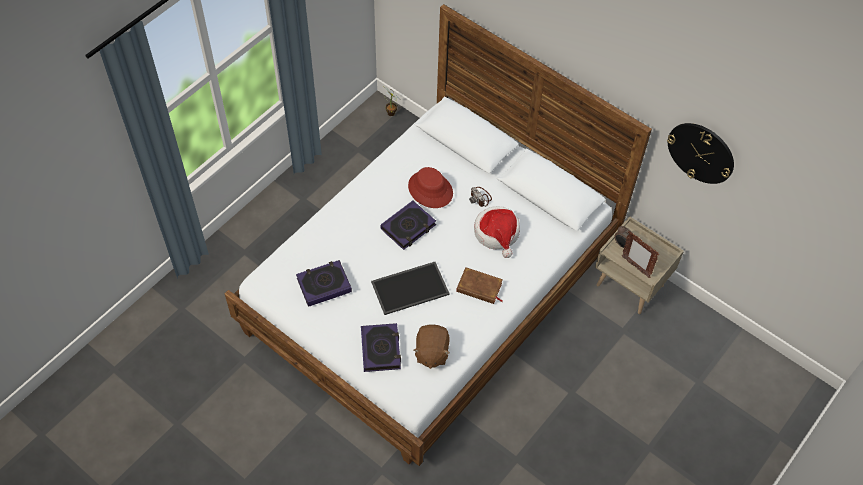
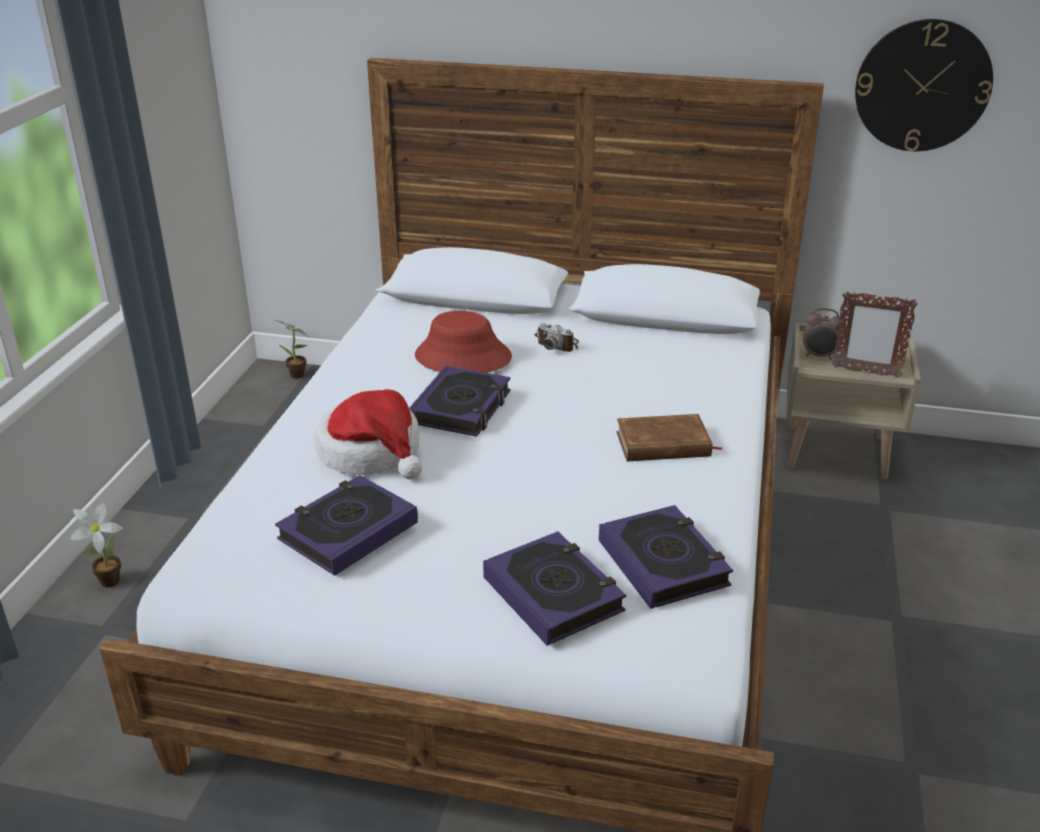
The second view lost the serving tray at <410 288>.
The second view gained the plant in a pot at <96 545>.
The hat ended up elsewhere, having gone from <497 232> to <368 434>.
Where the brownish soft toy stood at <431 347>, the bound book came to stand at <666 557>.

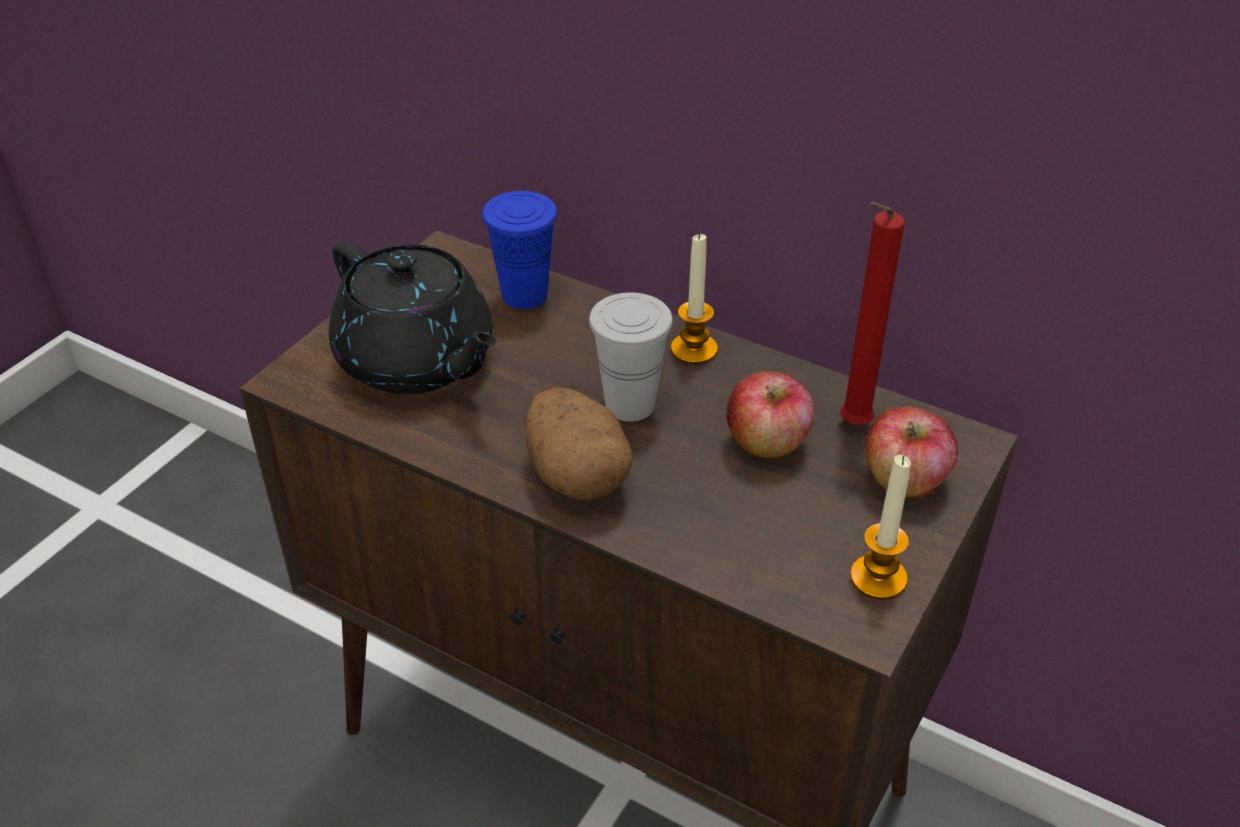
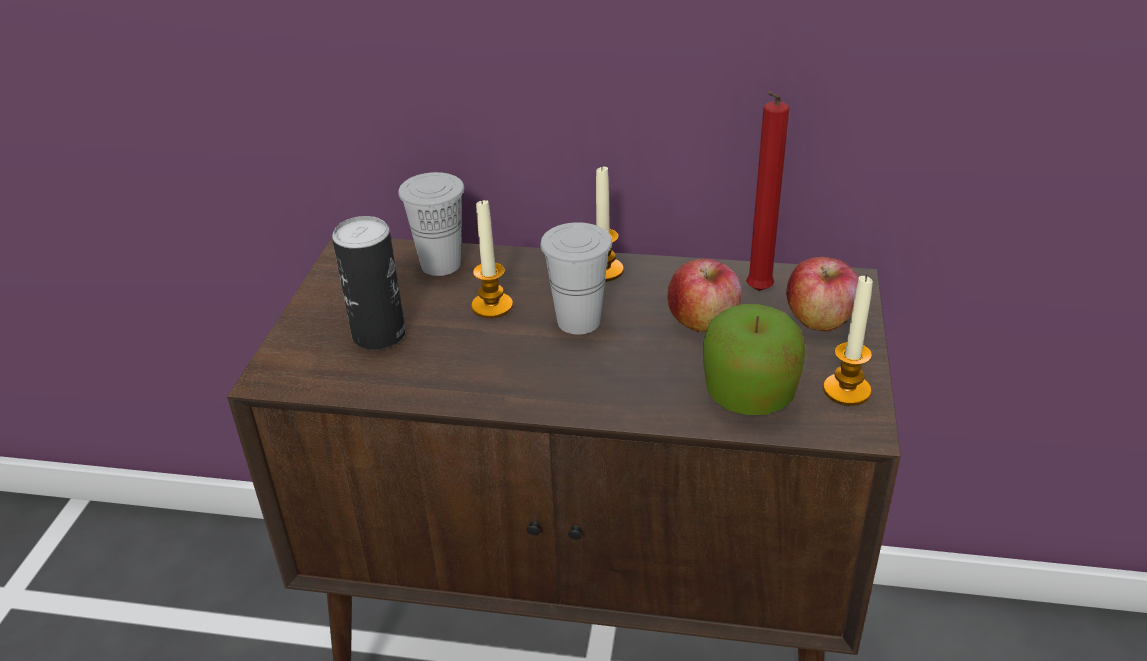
The second view lost the whole potato at <579 444>.
The second view gained the candle at <492 258>.
The second view gained the apple at <754 359>.
Where the blackish pot for tea stood at <413 318>, the sealed can came to stand at <369 283>.
What was the bluish small cup at <519 250> turned into the whitish small cup at <431 224>.

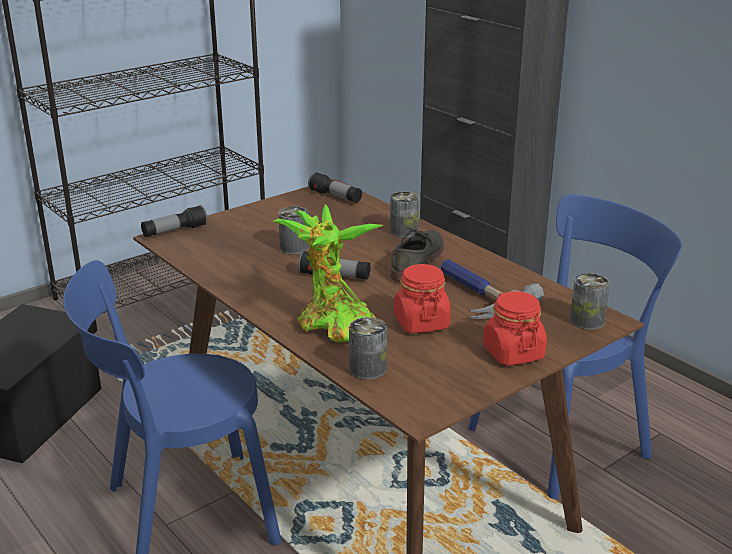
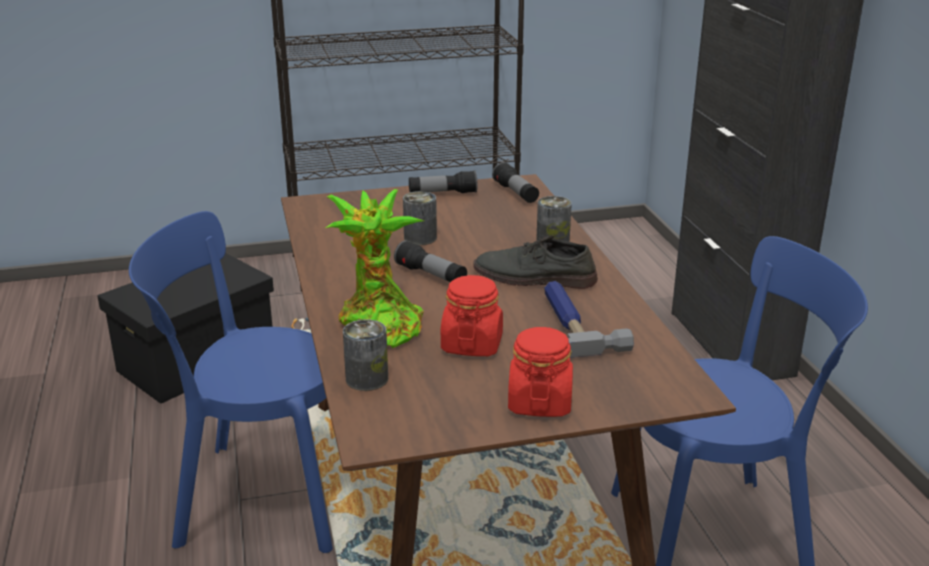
The second view lost the sealed can at <590 301>.
The hand torch ended up elsewhere, having gone from <174 221> to <443 181>.
The grey low shoe at <417 255> ended up facing another way, 120 degrees counterclockwise from before.

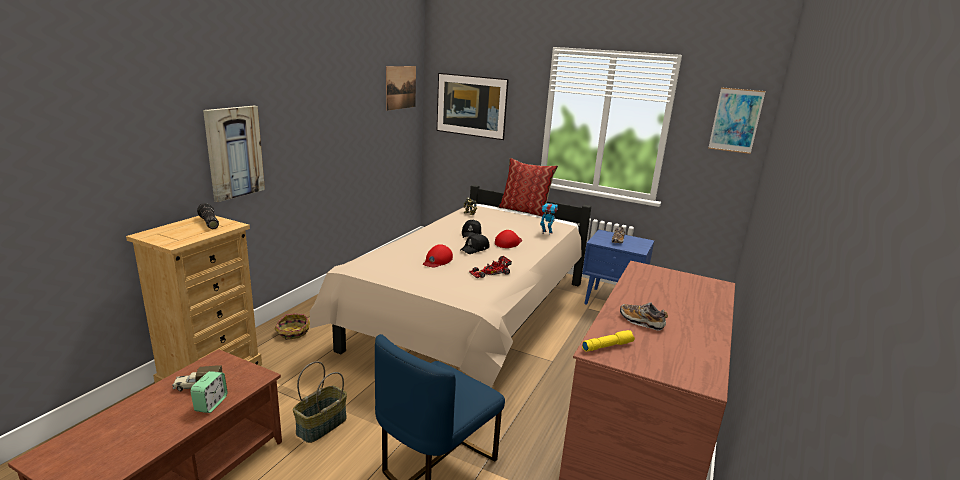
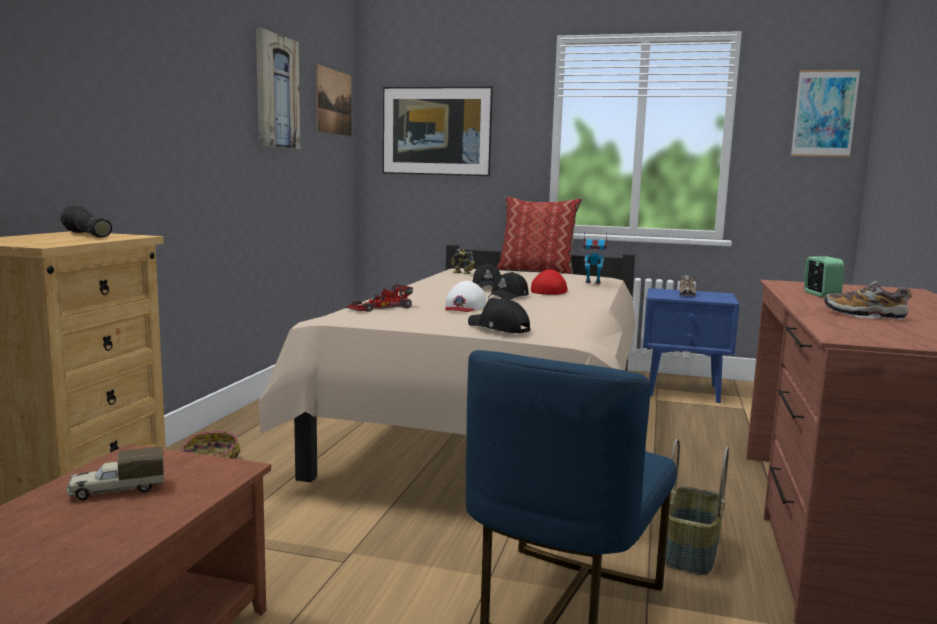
The second view lost the yellow hand torch at <608 340>.
The second view gained the blackish peaked cap at <499 315>.
The bedside clock ended up elsewhere, having gone from <209 392> to <824 276>.
The picture ended up elsewhere, having gone from <234 154> to <278 88>.
The household basket ended up elsewhere, having gone from <320 402> to <697 506>.
The model car ended up elsewhere, having gone from <490 267> to <379 298>.
What was the red-coloured peaked cap at <438 255> turned into the whitish peaked cap at <465 296>.

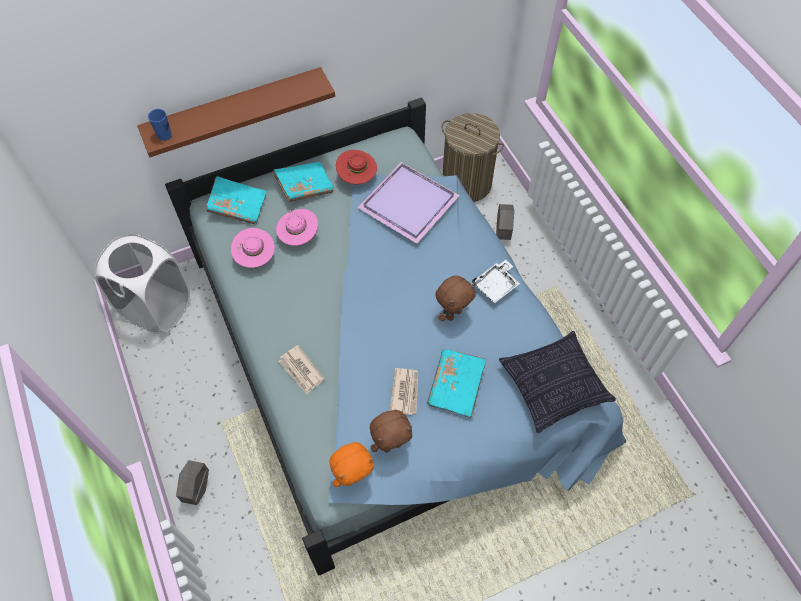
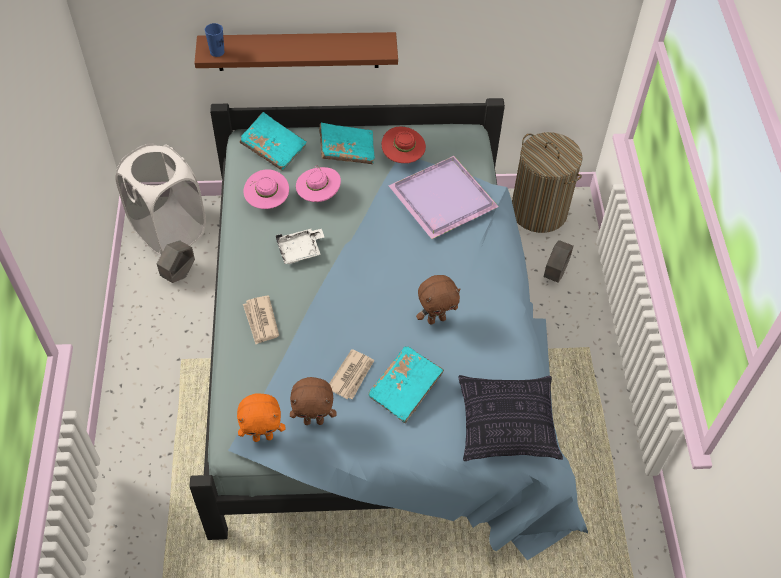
The grey planter ended up elsewhere, having gone from <192 482> to <176 261>.
The whitish serving tray ended up elsewhere, having gone from <496 282> to <300 246>.

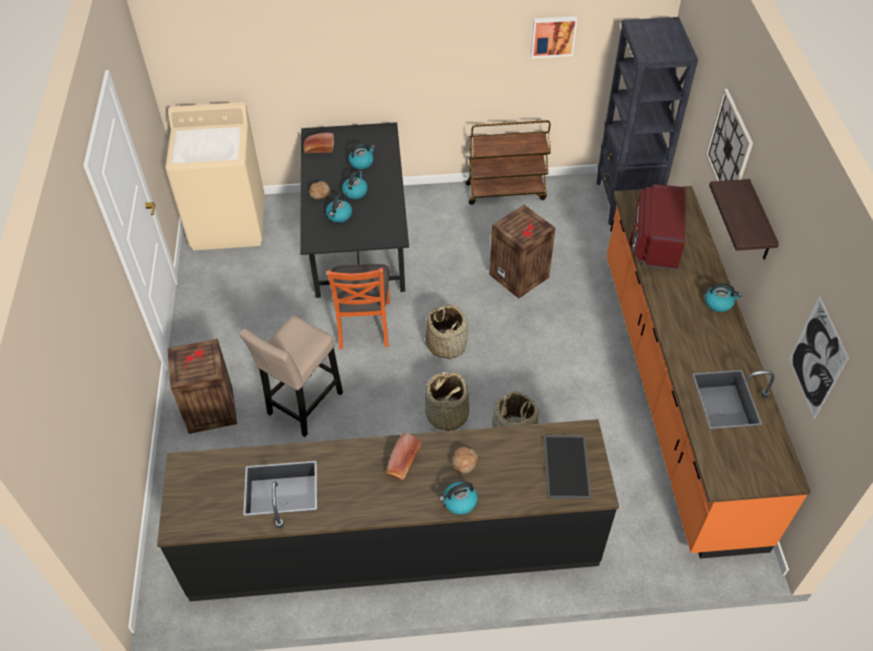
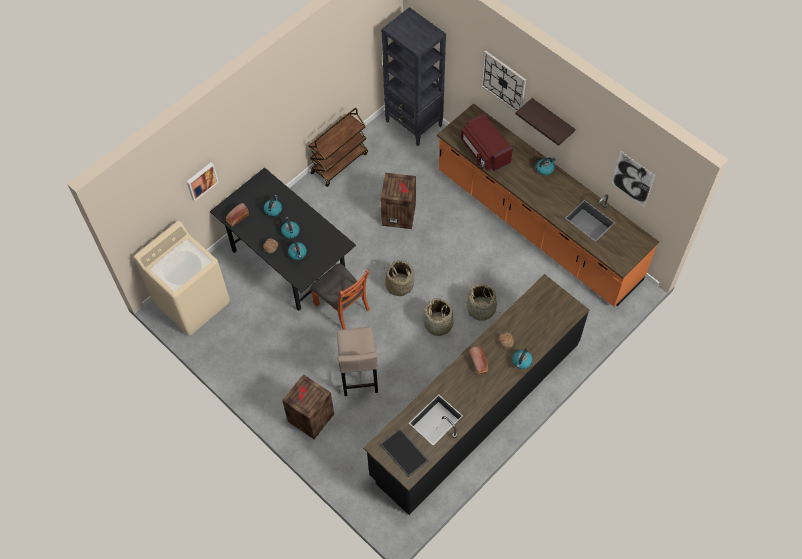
The picture ended up elsewhere, having gone from <554 37> to <202 181>.
The serving tray ended up elsewhere, having gone from <567 467> to <404 452>.

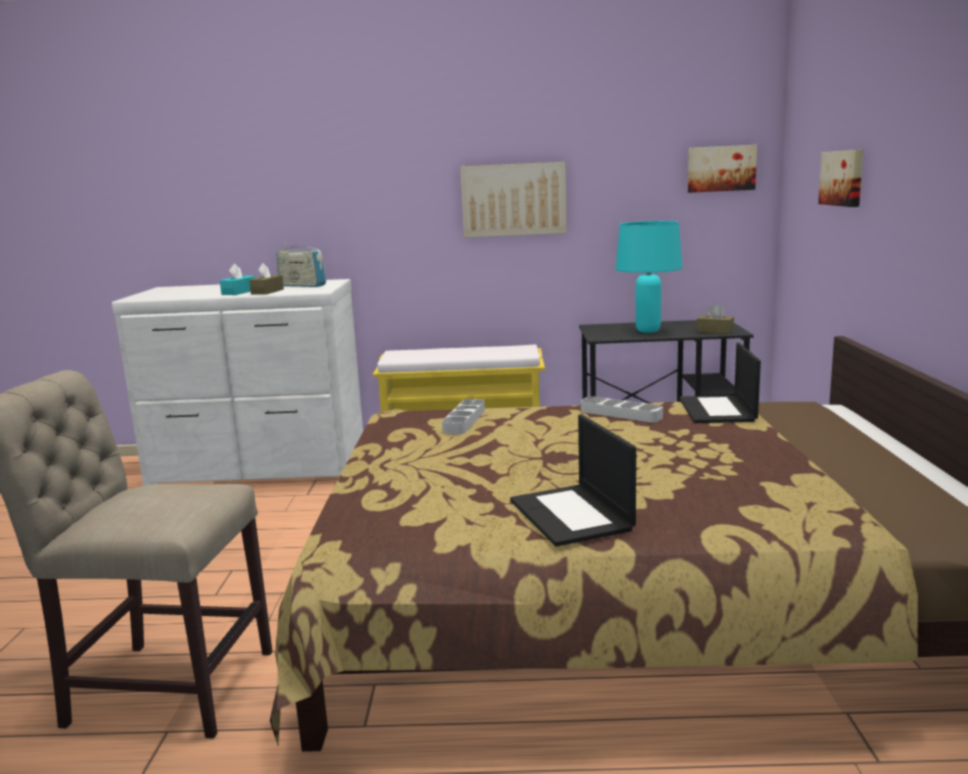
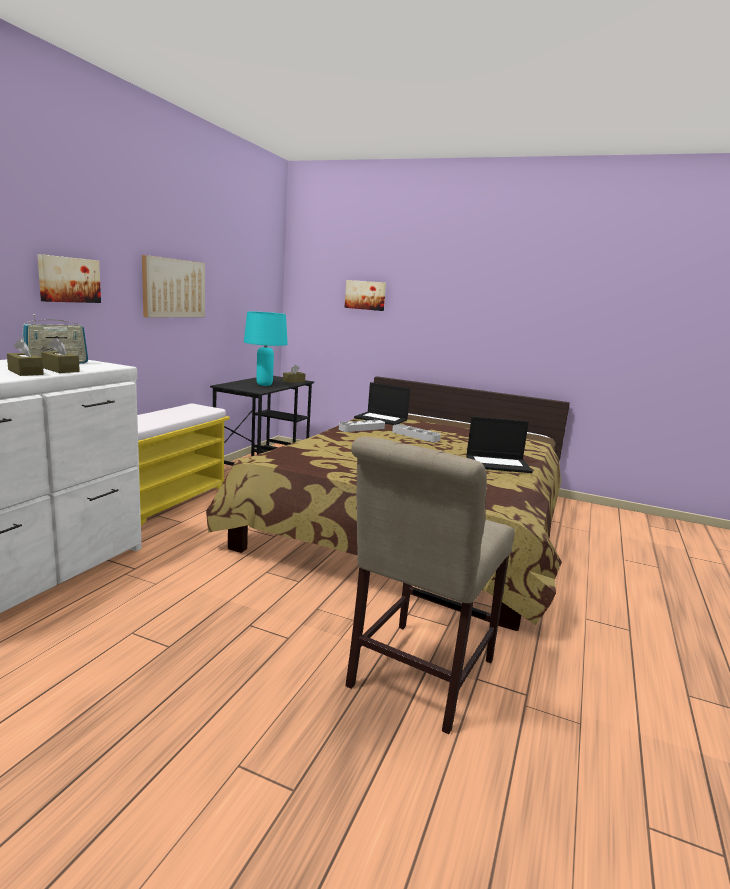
The grey serving tray ended up elsewhere, having gone from <463 417> to <416 433>.
The picture ended up elsewhere, having gone from <722 169> to <69 278>.
What was the turquoise-coloured tissue holder at <237 279> turned into the brownish tissue holder at <25 357>.

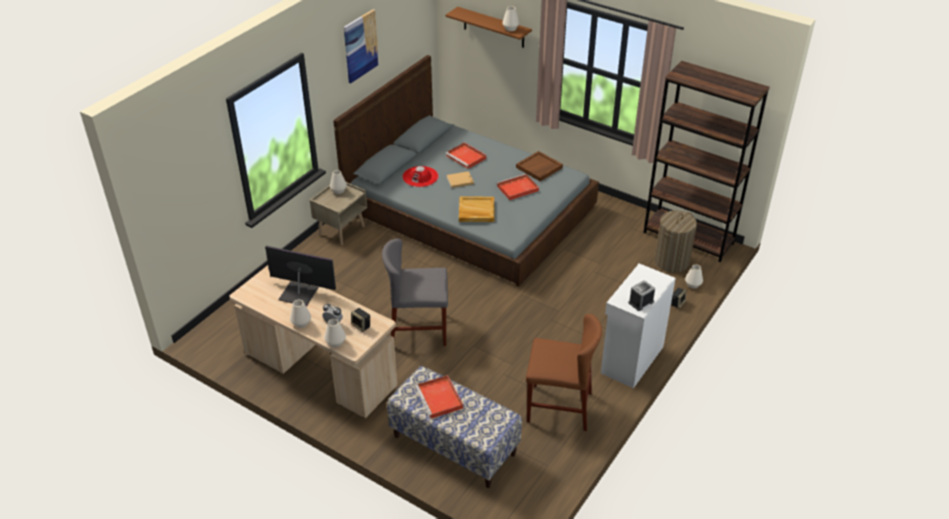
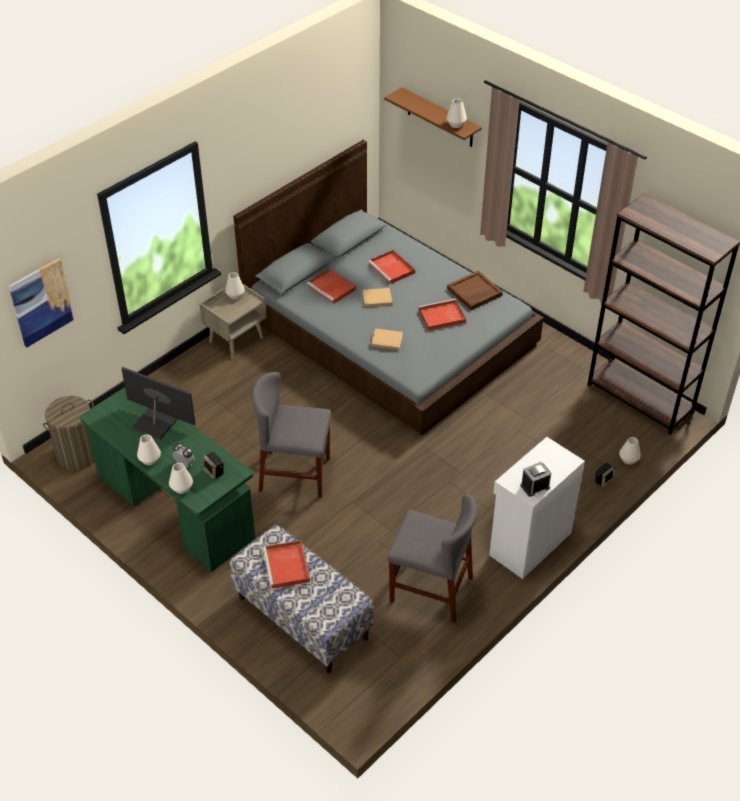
The picture ended up elsewhere, having gone from <361 46> to <42 303>.
The hamper ended up elsewhere, having gone from <675 242> to <68 433>.
Where the red-coloured hat stood at <420 176>, the red-coloured serving tray came to stand at <331 286>.
Where the sand-coloured serving tray stood at <476 209>, the sand-coloured bound book came to stand at <387 339>.
What was the sand-coloured desk unit at <313 341> turned into the green-coloured desk unit at <168 479>.
What was the brownish chair at <564 372> turned into the grey chair at <432 558>.

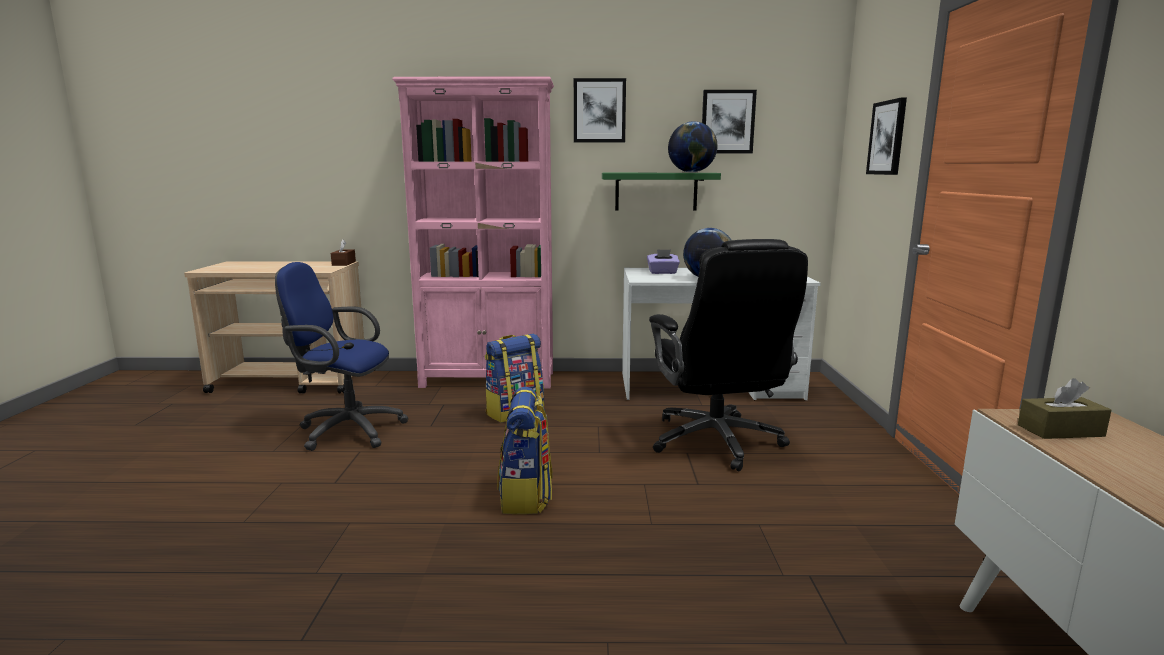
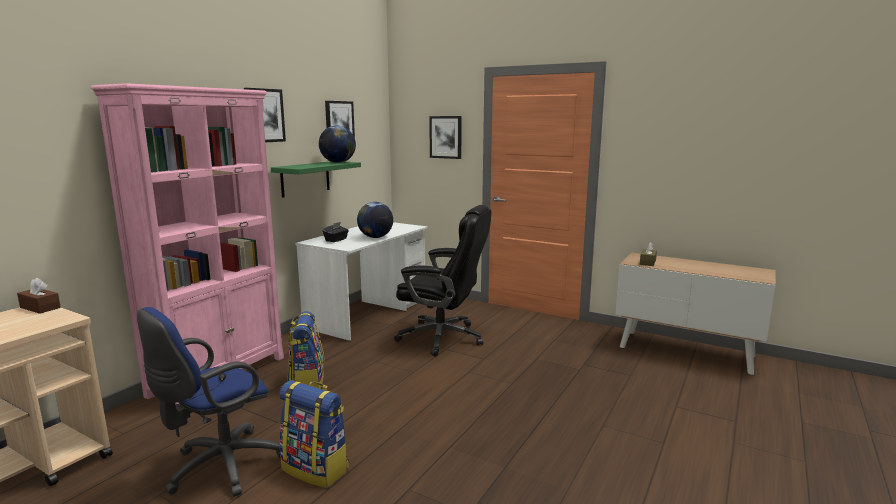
The knapsack ended up elsewhere, having gone from <525 450> to <313 434>.
What was the purplish tissue holder at <663 261> turned into the blackish tissue holder at <336 232>.

